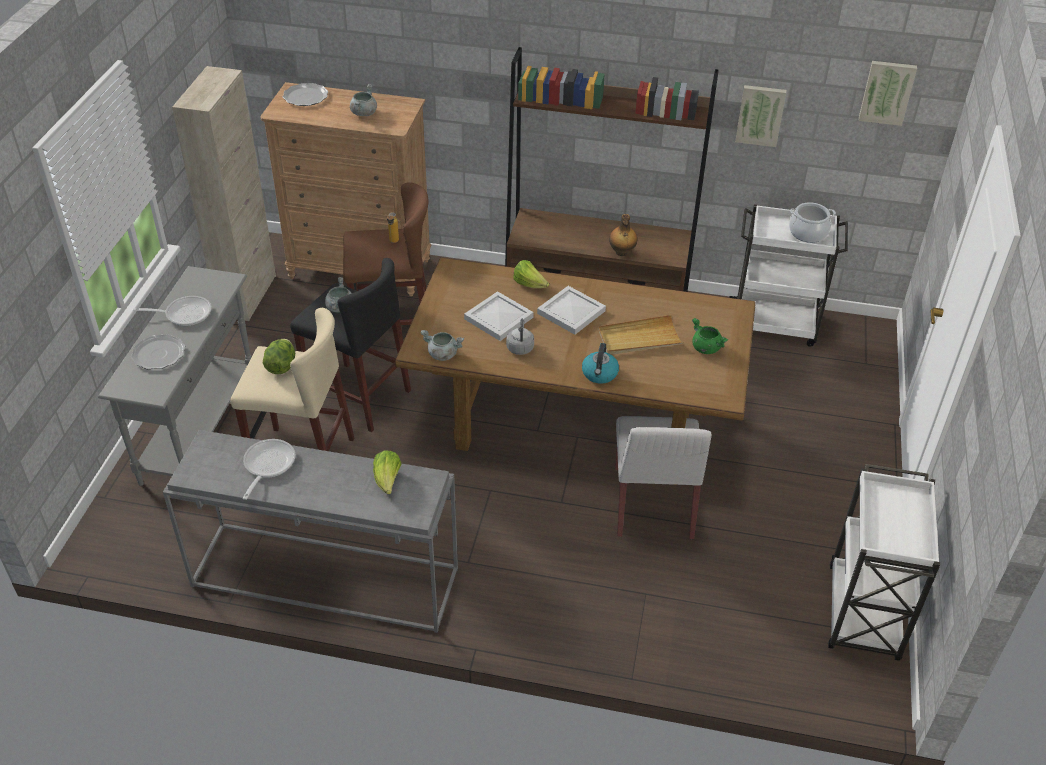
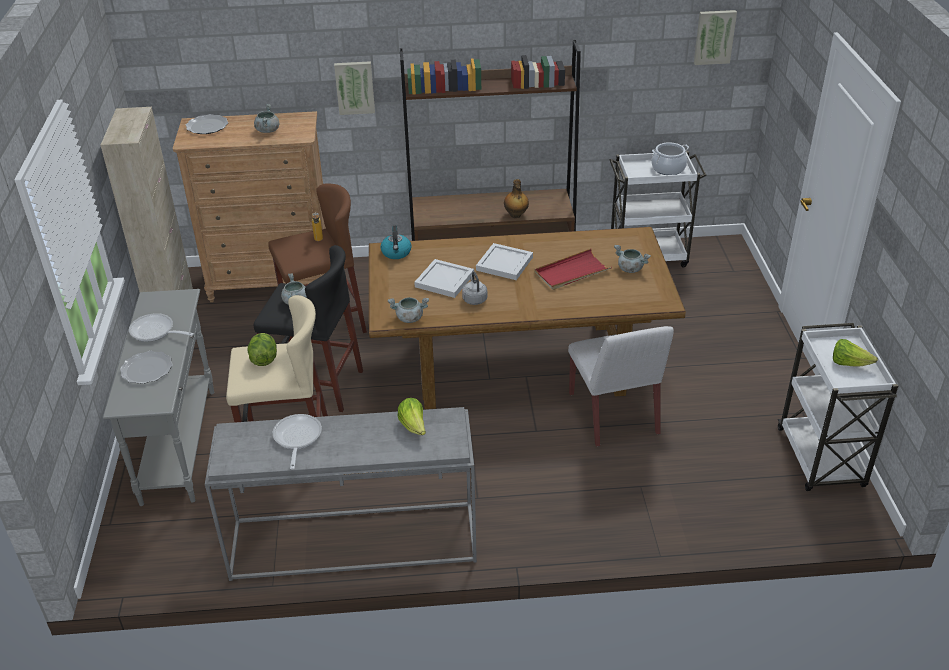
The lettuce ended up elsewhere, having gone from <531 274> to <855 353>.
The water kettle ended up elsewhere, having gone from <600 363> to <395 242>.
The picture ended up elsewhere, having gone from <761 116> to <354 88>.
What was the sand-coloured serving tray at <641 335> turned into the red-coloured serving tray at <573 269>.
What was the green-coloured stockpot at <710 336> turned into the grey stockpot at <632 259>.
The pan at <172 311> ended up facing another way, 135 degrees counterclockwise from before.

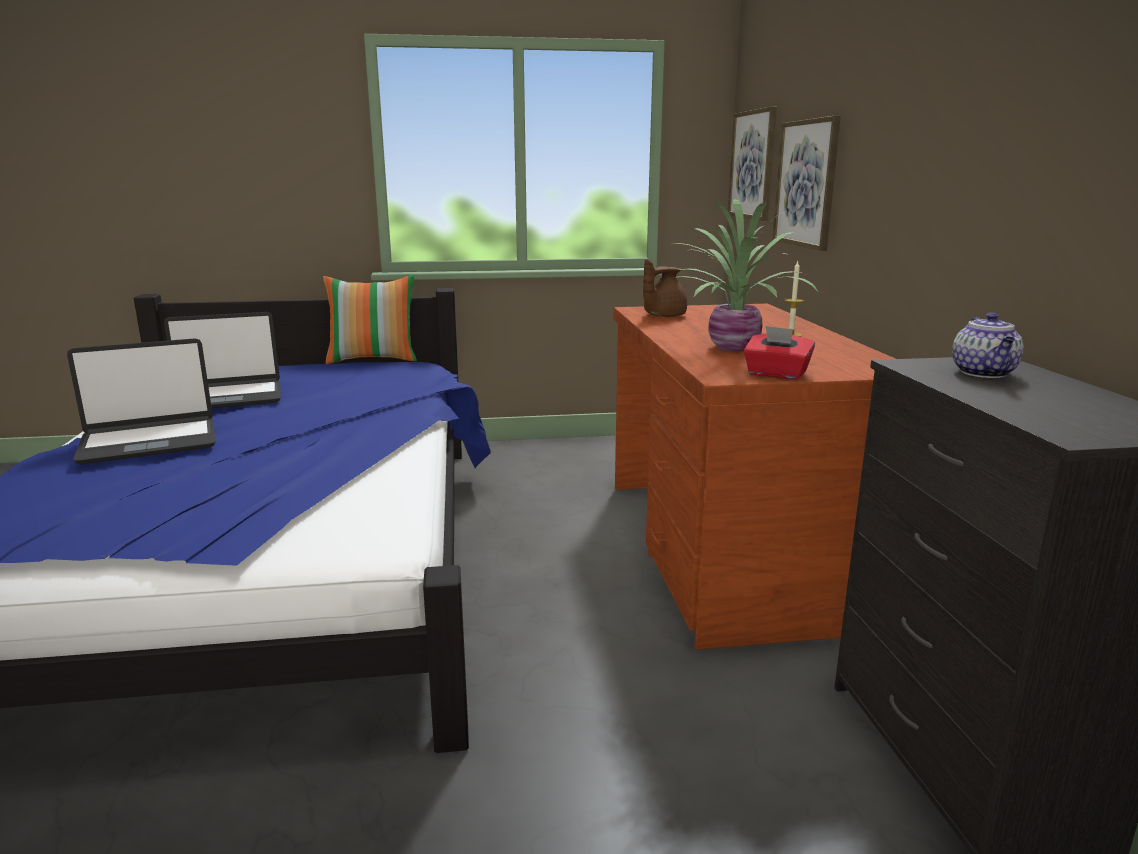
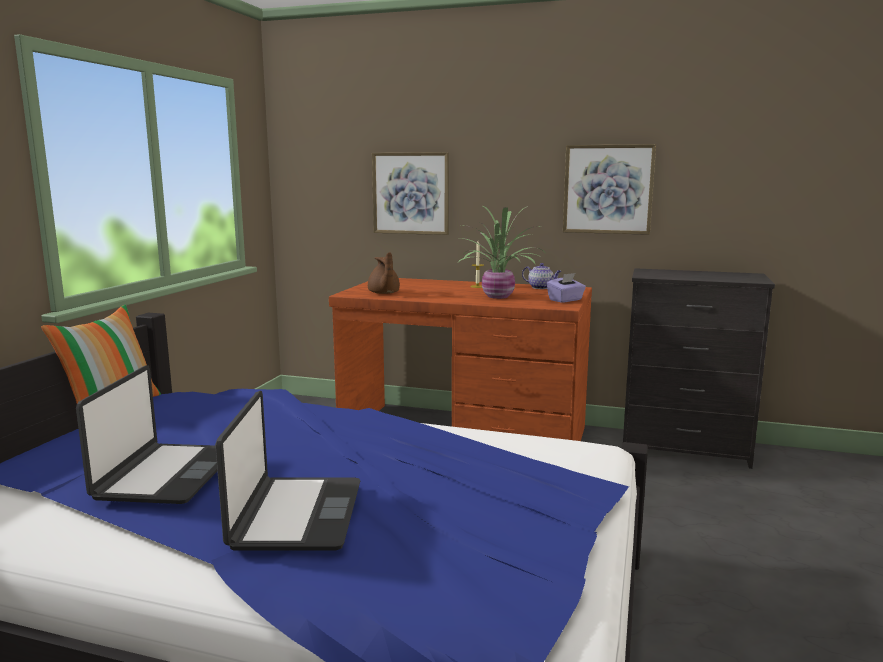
The picture ended up elsewhere, having gone from <752 164> to <609 189>.
The pot for tea ended up elsewhere, having gone from <988 345> to <541 276>.
What was the red-coloured tissue holder at <779 352> turned into the purplish tissue holder at <566 288>.

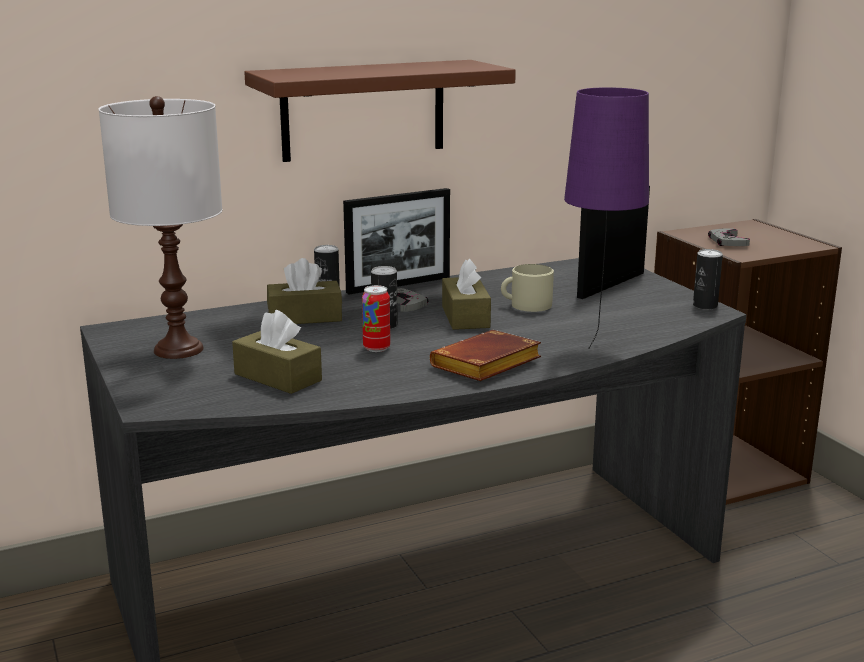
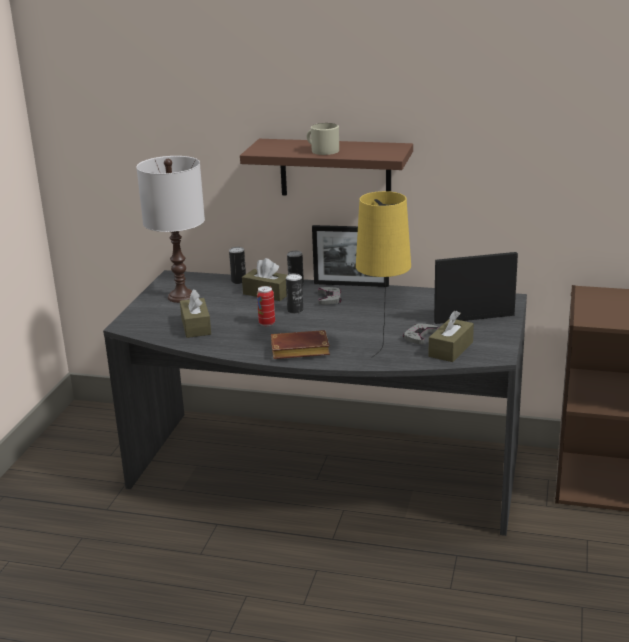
The brownish tissue holder ended up elsewhere, having gone from <466 294> to <451 336>.
The sand-coloured tea mug ended up elsewhere, having gone from <527 288> to <323 139>.
The sealed can ended up elsewhere, having gone from <708 279> to <237 265>.
The grey gamepad ended up elsewhere, having gone from <729 237> to <420 333>.
What was the purplish tabletop lamp at <606 218> turned into the yellow tabletop lamp at <383 274>.

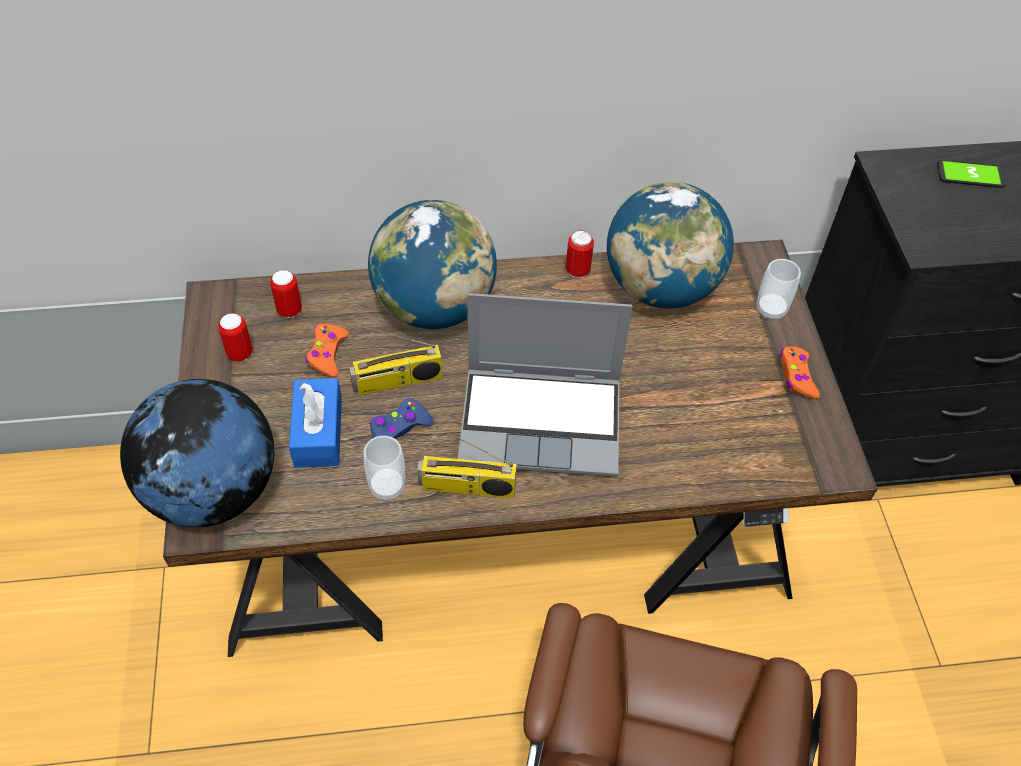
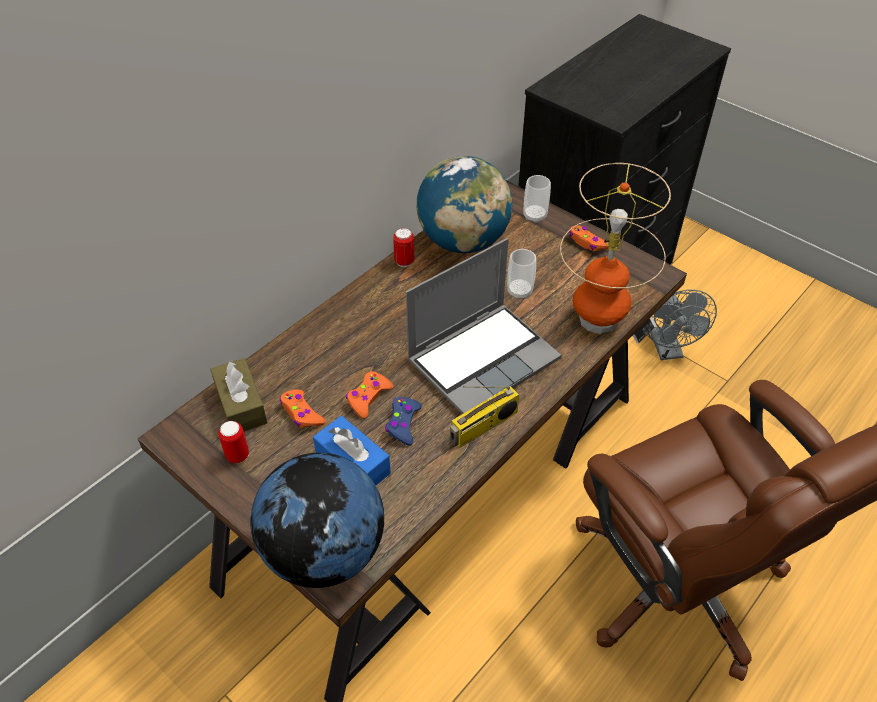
The second view lost the globe at <432 264>.
The second view lost the telephone at <971 174>.
The second view gained the tabletop lamp at <615 248>.
The second view gained the grey cooling fan at <682 325>.
The small cup ended up elsewhere, having gone from <384 468> to <521 274>.
Where the sealed can stood at <286 294>, the brownish tissue holder came to stand at <238 394>.
Where the radio stood at <396 360>, the orangey gamepad came to stand at <370 395>.

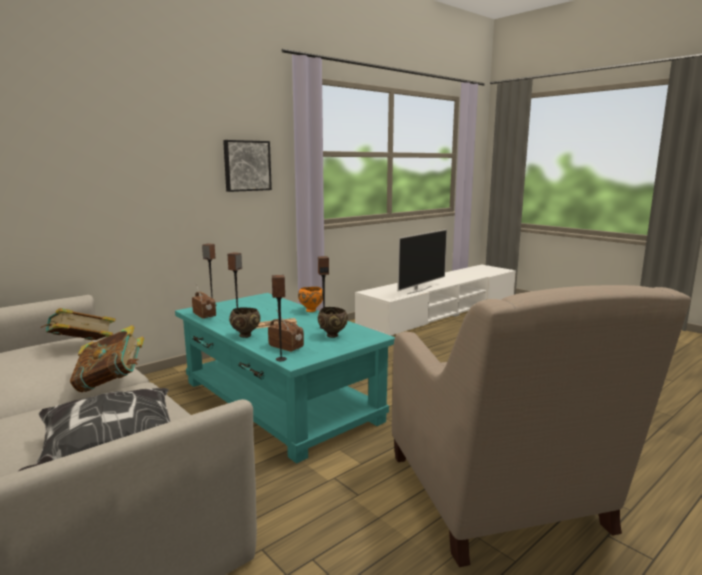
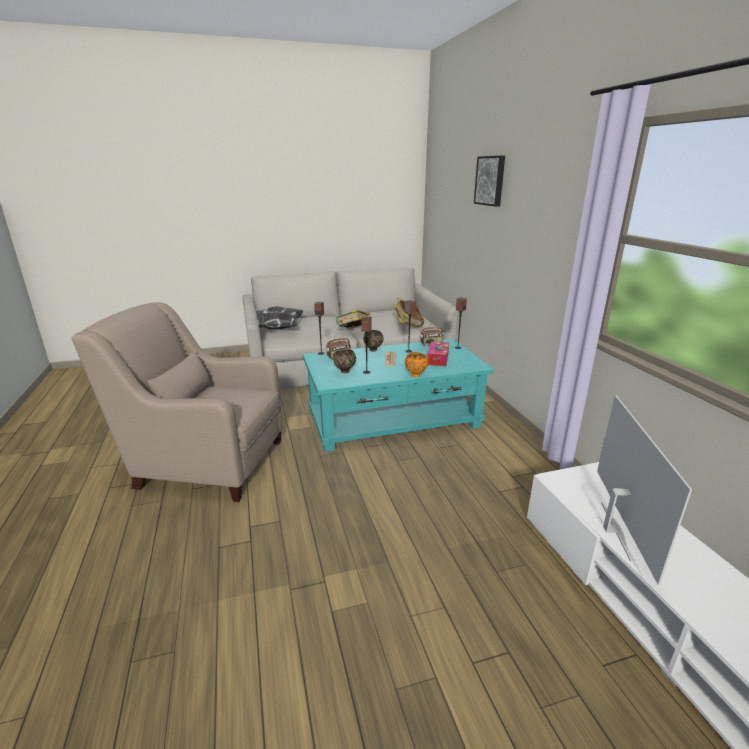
The second view gained the tissue holder at <438 353>.
The picture ended up elsewhere, having gone from <247 166> to <489 181>.
The TV set at <422 261> ended up facing another way, 150 degrees counterclockwise from before.

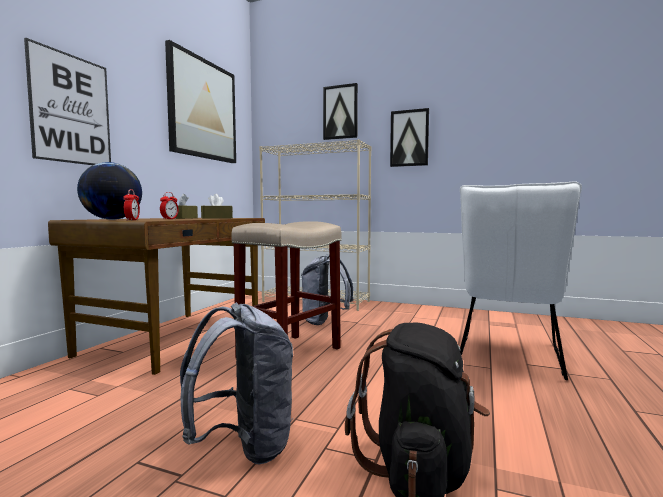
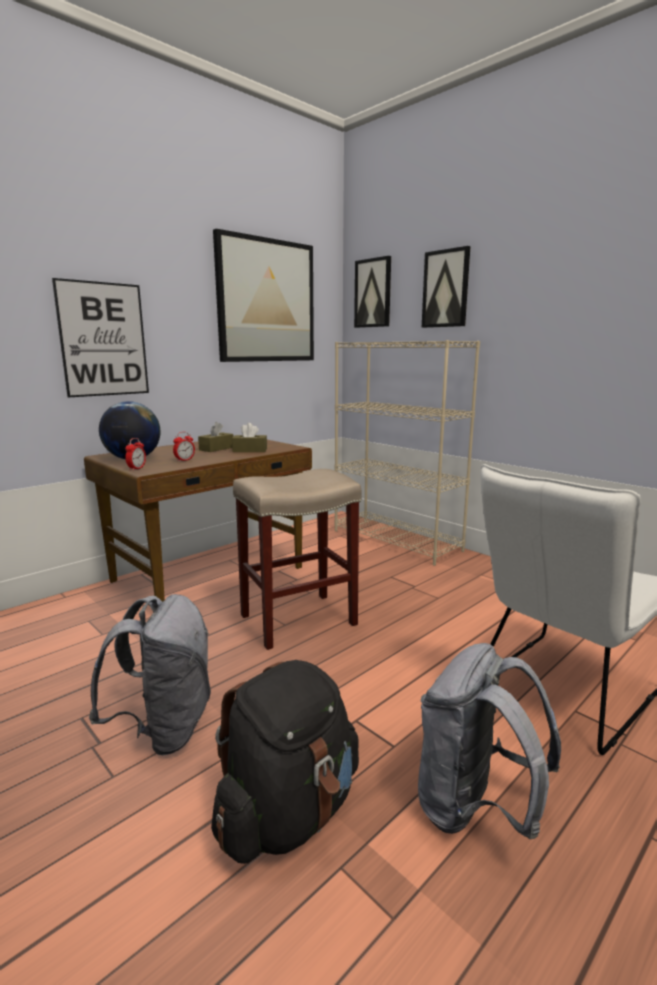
The grey knapsack ended up elsewhere, having gone from <327 289> to <489 741>.
The picture ended up elsewhere, having gone from <409 137> to <372 292>.

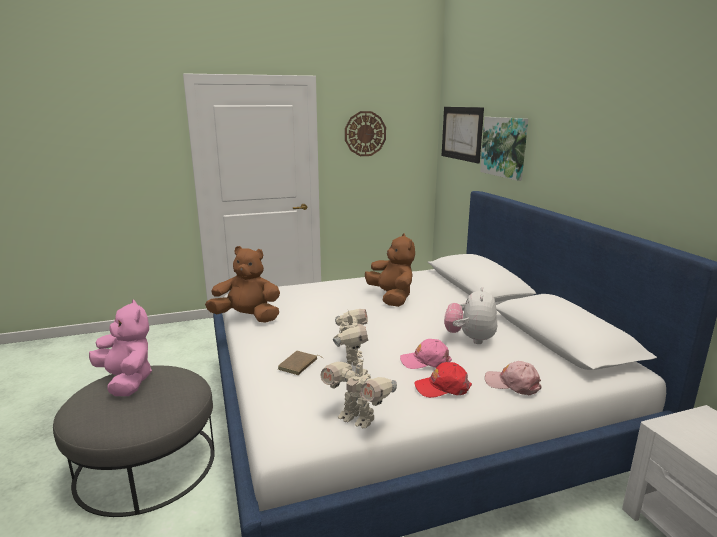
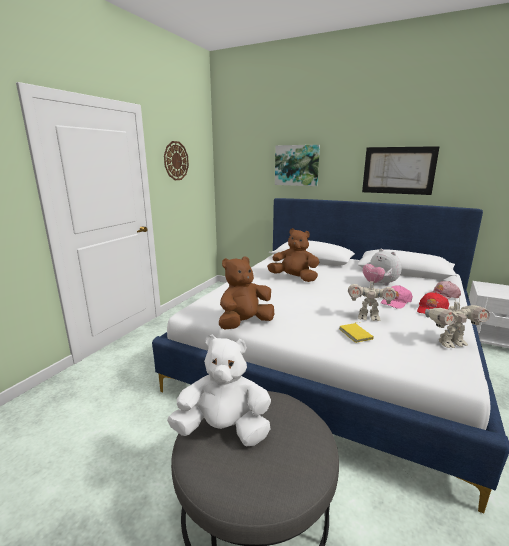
The picture ended up elsewhere, having gone from <463 135> to <401 170>.
What was the pinkish soft toy at <120 348> turned into the whitish soft toy at <219 391>.
What was the brownish bound book at <301 363> turned into the yellow bound book at <357 332>.
The robot figure at <350 337> ended up facing another way, 150 degrees clockwise from before.

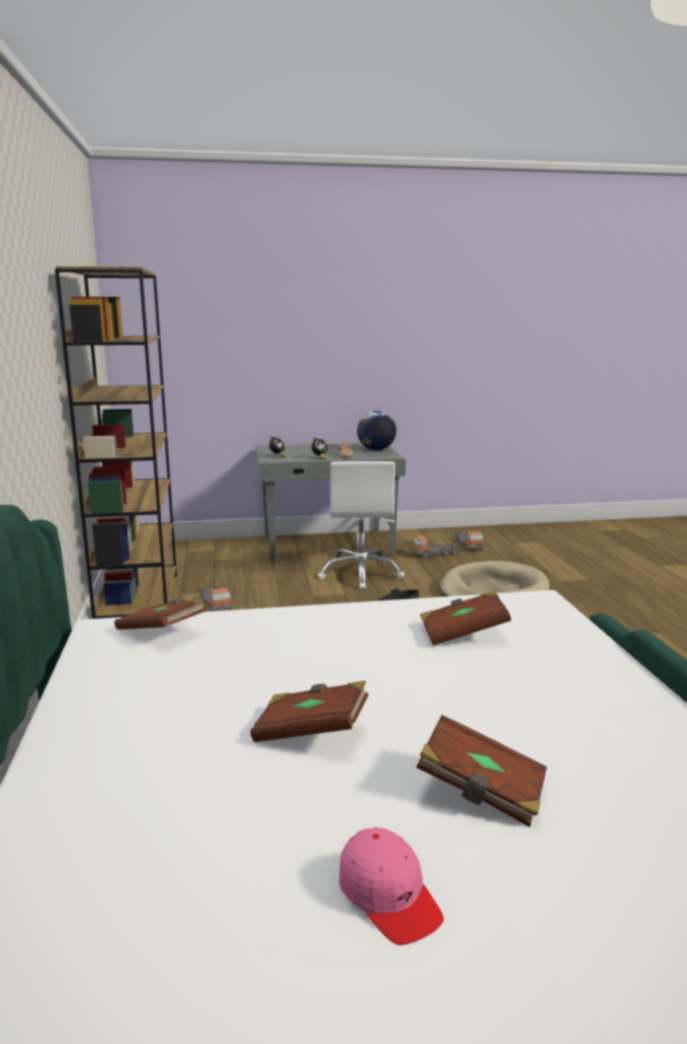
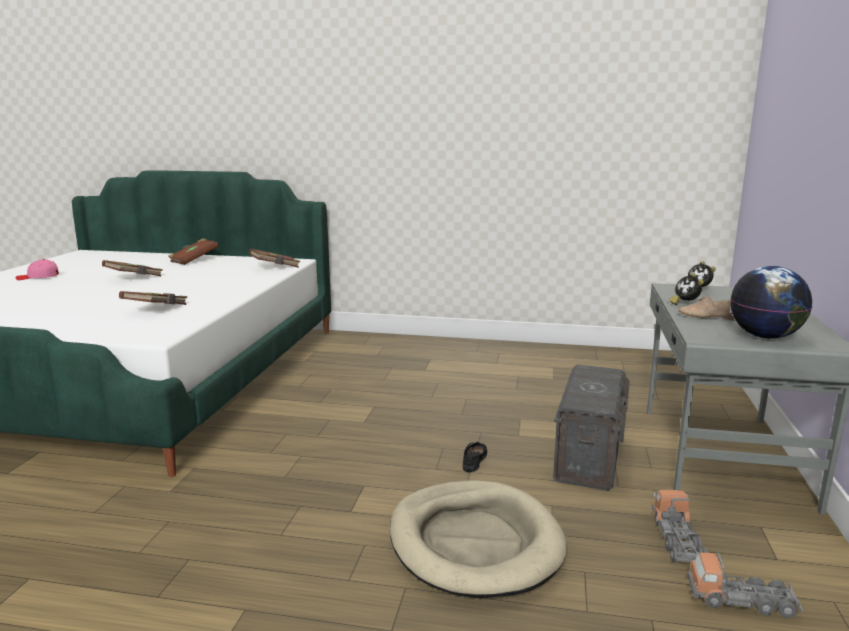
The second view lost the brownish shelving unit at <116 442>.
The second view lost the model truck at <216 598>.
The brownish bound book ended up elsewhere, having gone from <481 771> to <193 251>.
Where the whitish desk chair stood at <361 525>, the grey storage box came to stand at <591 428>.

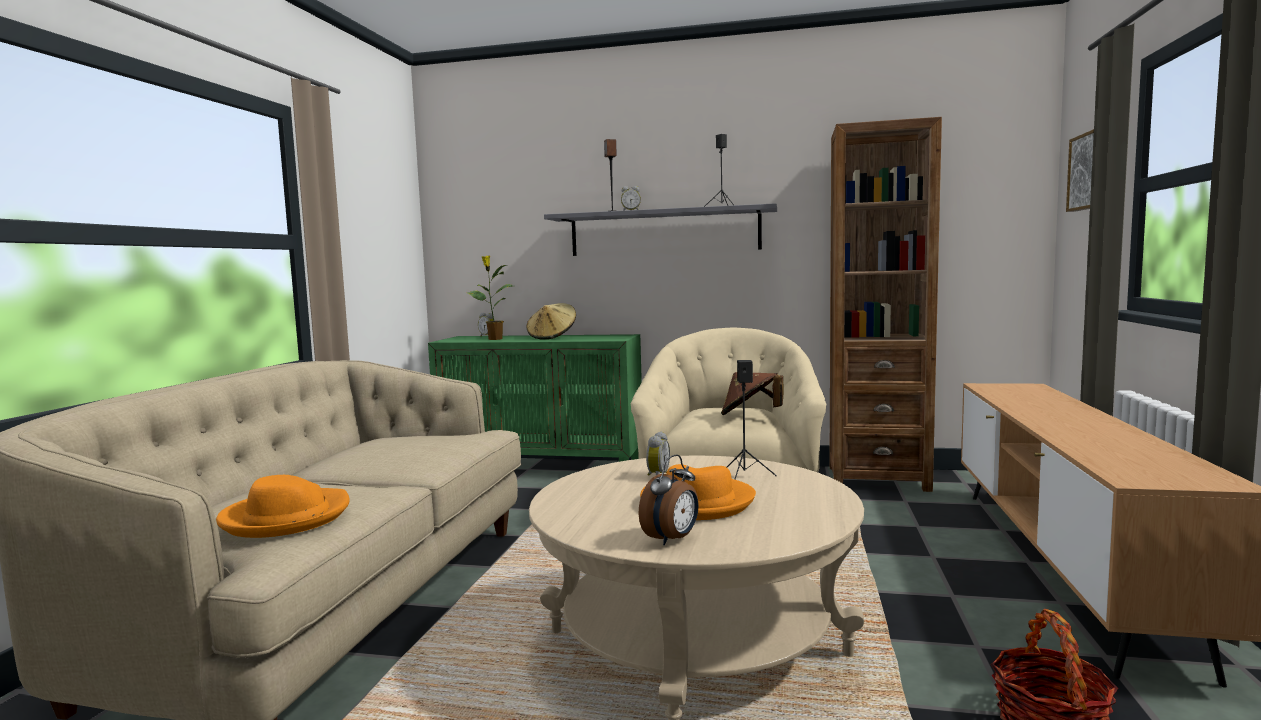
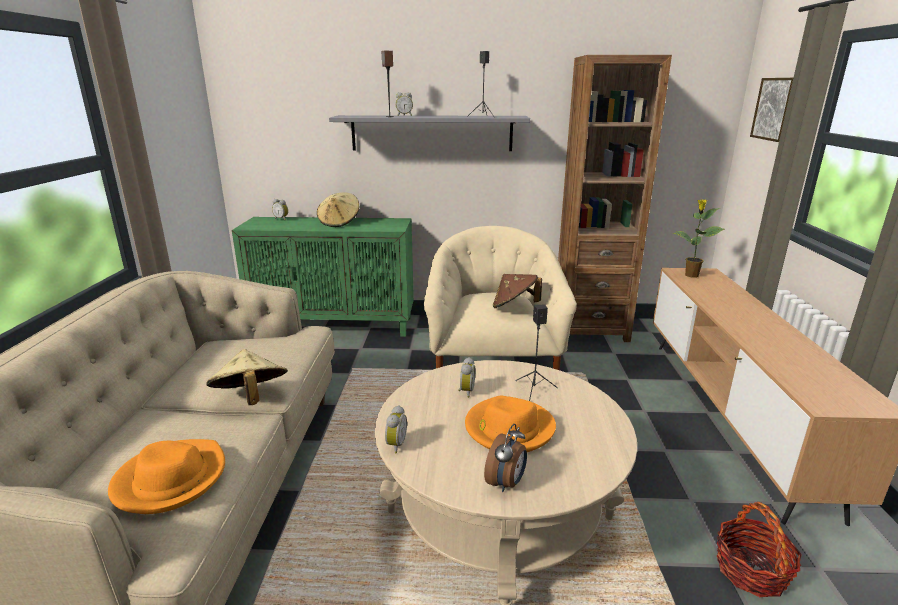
The second view gained the sand-coloured hat at <247 377>.
The second view gained the bedside clock at <396 429>.
The plant in a pot ended up elsewhere, having gone from <490 297> to <698 238>.

